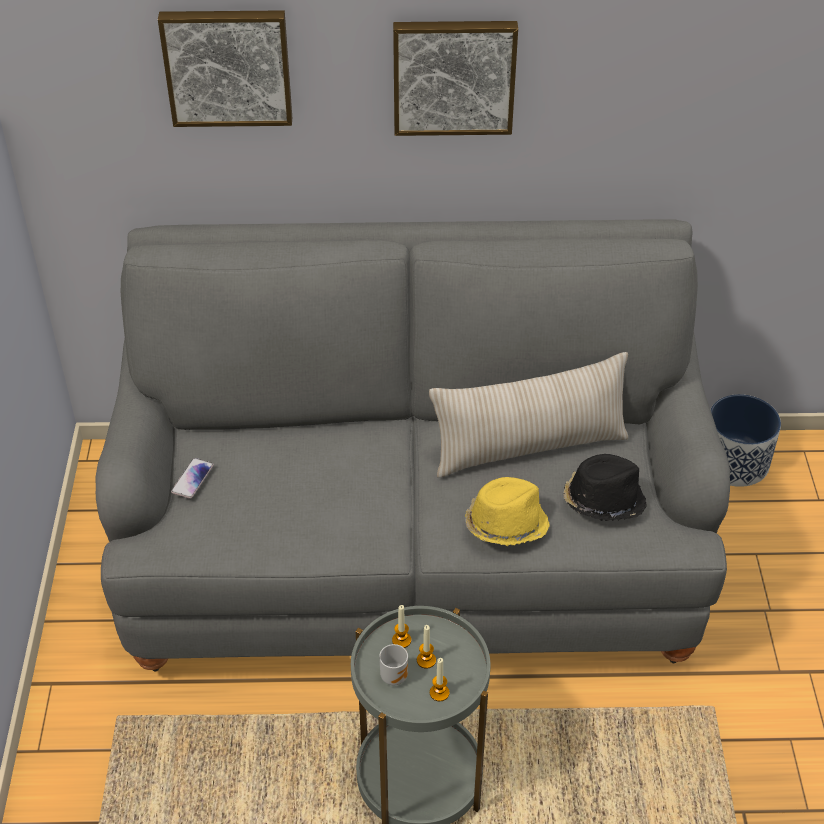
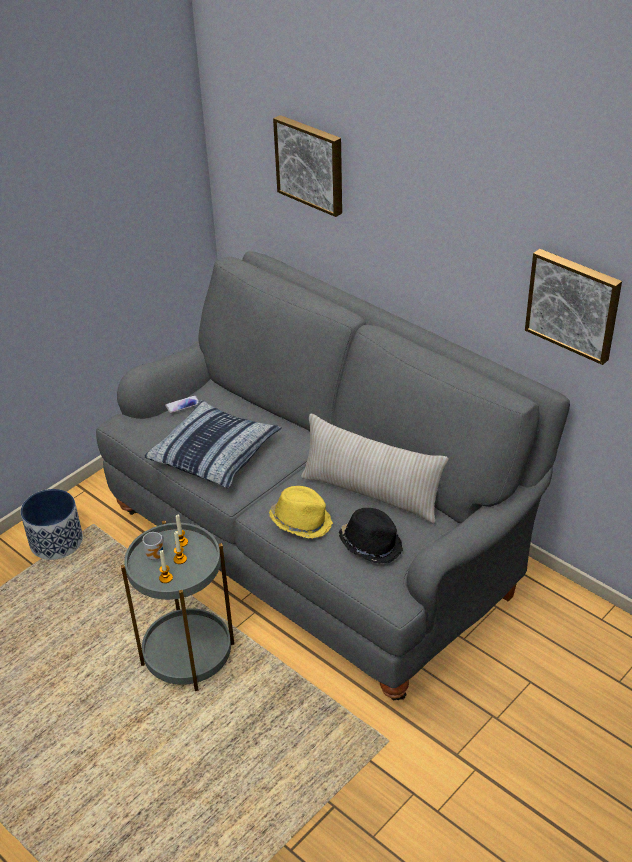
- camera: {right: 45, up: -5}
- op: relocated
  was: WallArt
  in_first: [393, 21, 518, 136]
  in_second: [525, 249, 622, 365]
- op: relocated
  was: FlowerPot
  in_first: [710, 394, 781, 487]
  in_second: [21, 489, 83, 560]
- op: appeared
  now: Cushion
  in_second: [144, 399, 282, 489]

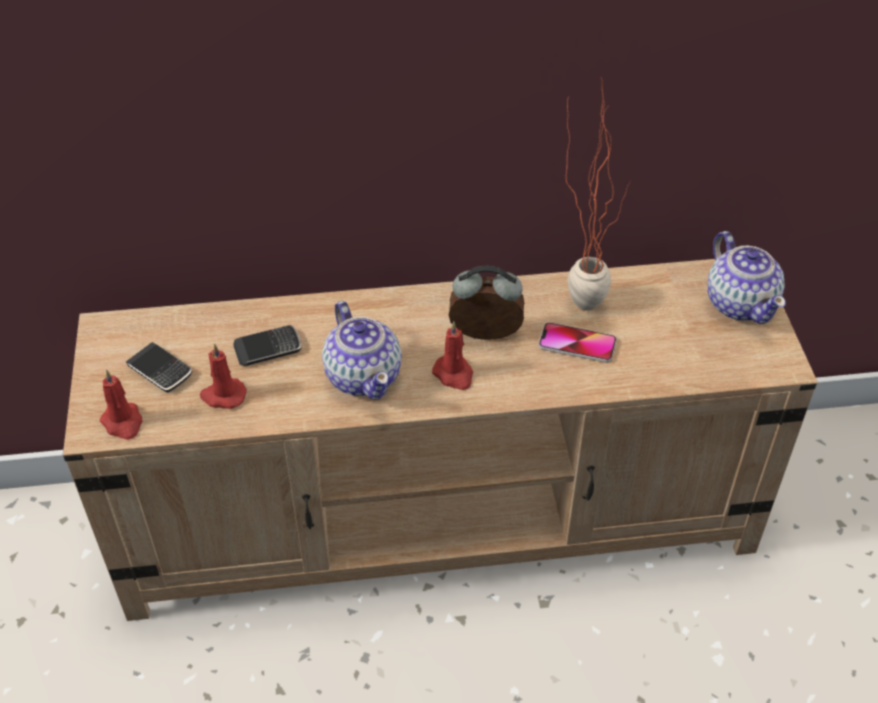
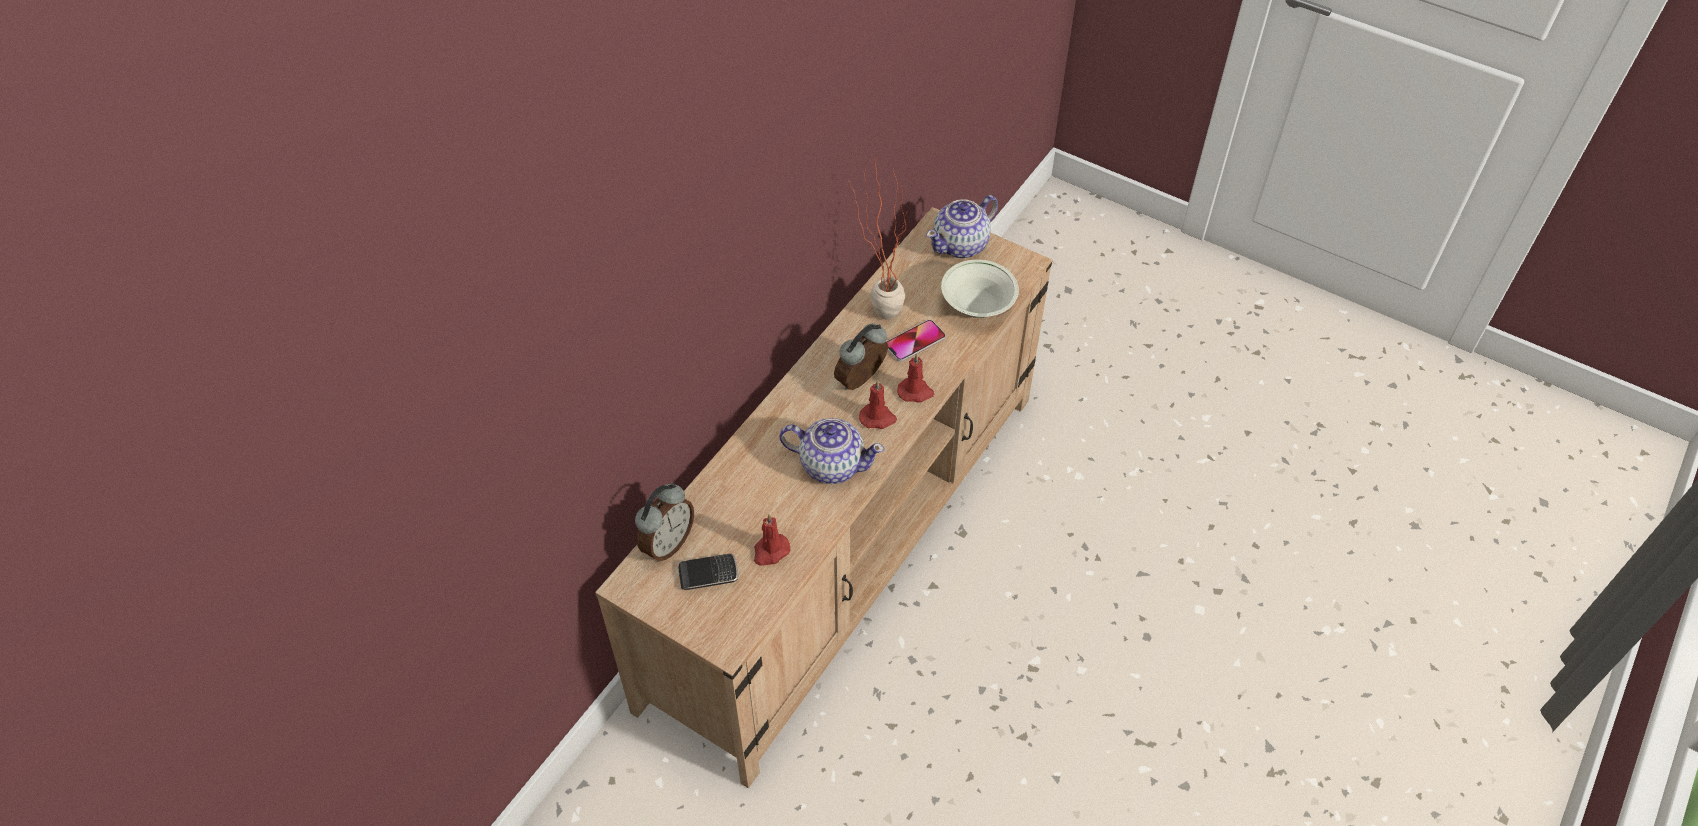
- camera: {right: -50, up: 5}
- op: relocated
  was: ReddishCandle
  in_first: [100, 369, 143, 440]
  in_second: [897, 353, 934, 403]
- op: missing
  was: Handset
  in_first: [234, 325, 301, 366]
- op: spun
  was: TeaPot
  in_first: [707, 231, 786, 324]
  in_second: [926, 195, 998, 258]
  clockwise: 120
- op: appeared
  now: BedsideClock
  in_second: [635, 483, 694, 562]
- op: appeared
  now: WhiteBowl
  in_second: [941, 259, 1019, 318]

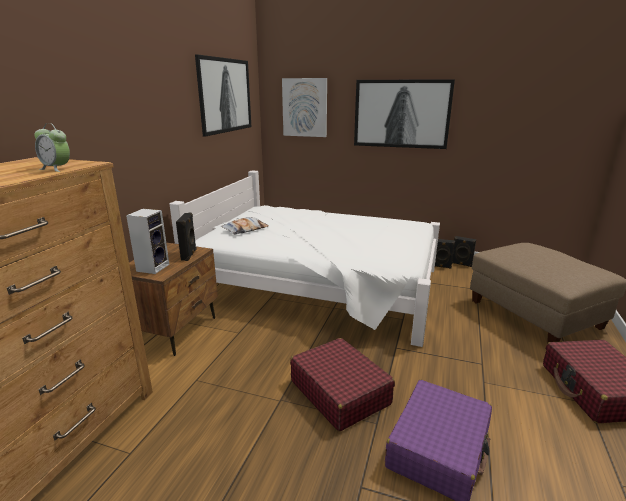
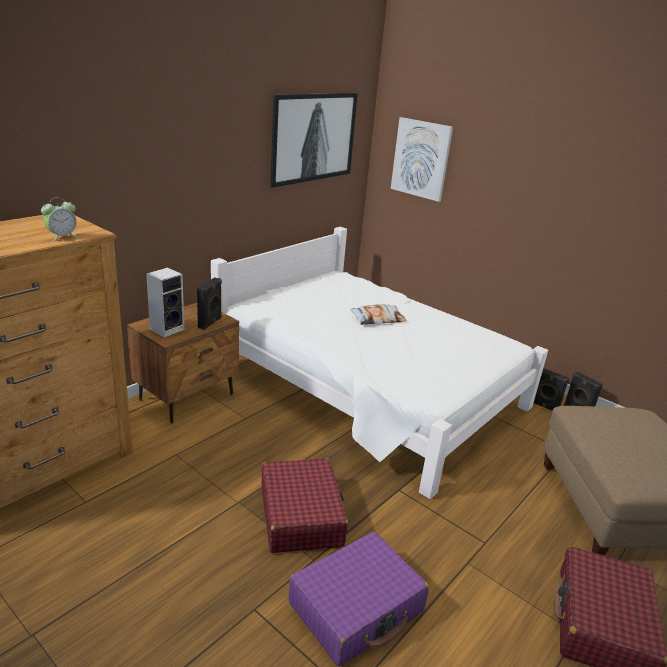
- camera: {right: 20, up: 5}
- op: spun
  was: BedsideClock
  in_first: [34, 123, 70, 172]
  in_second: [41, 197, 79, 242]
  clockwise: -90
- op: relocated
  was: Cushion
  in_first: [221, 217, 269, 235]
  in_second: [350, 304, 407, 325]
- op: missing
  was: WallArt
  in_first: [354, 79, 455, 149]

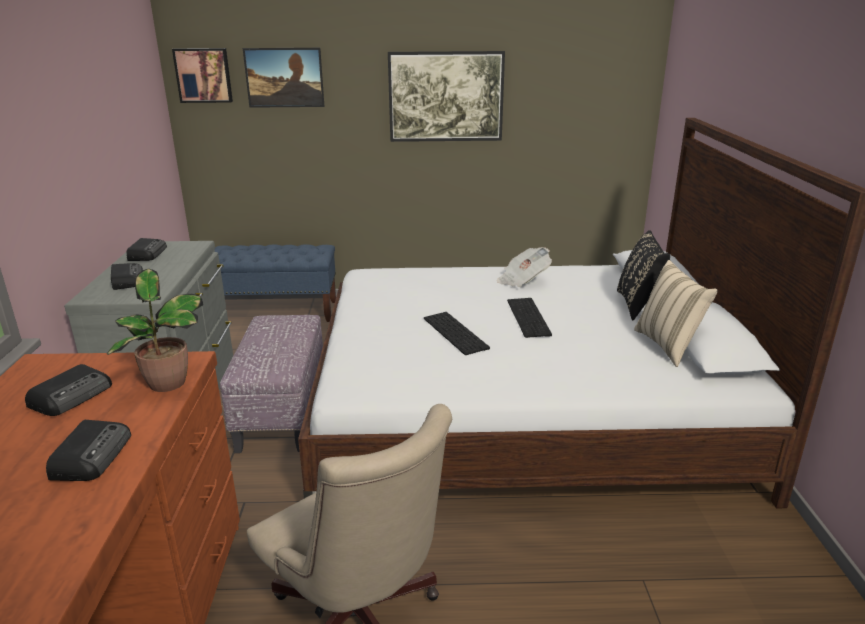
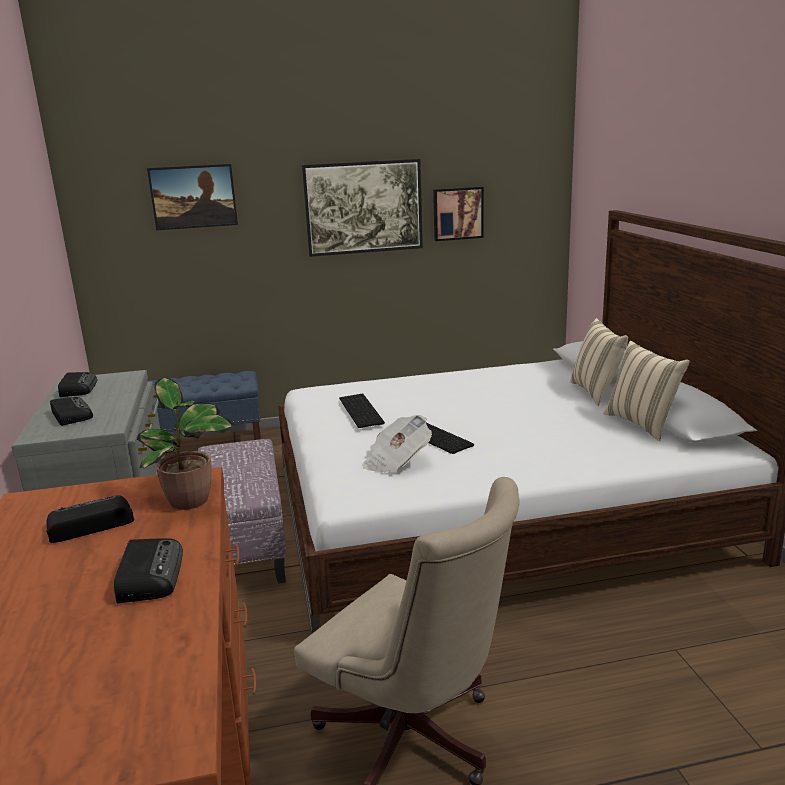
- camera: {right: -10, up: -5}
- op: spun
  was: RadioReceiver
  in_first: [25, 364, 112, 416]
  in_second: [46, 495, 134, 543]
  clockwise: -135
- op: relocated
  was: WallArt
  in_first: [172, 48, 233, 103]
  in_second: [433, 187, 484, 241]
- op: relocated
  was: DailyPaper
  in_first: [497, 247, 552, 287]
  in_second: [362, 415, 432, 473]
- op: relocated
  was: ComputerKeyboard
  in_first: [507, 298, 552, 338]
  in_second: [339, 394, 385, 428]
- op: colour
  was: BlackColouredCushion
  now: BeigeColouredCushion
  in_first: [617, 230, 670, 320]
  in_second: [570, 318, 628, 406]

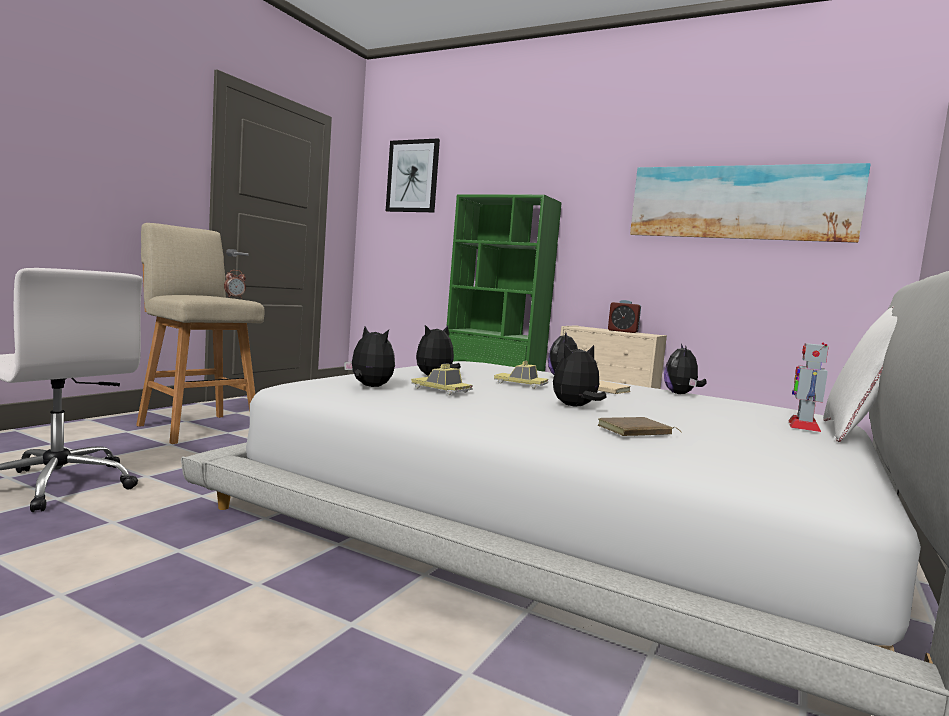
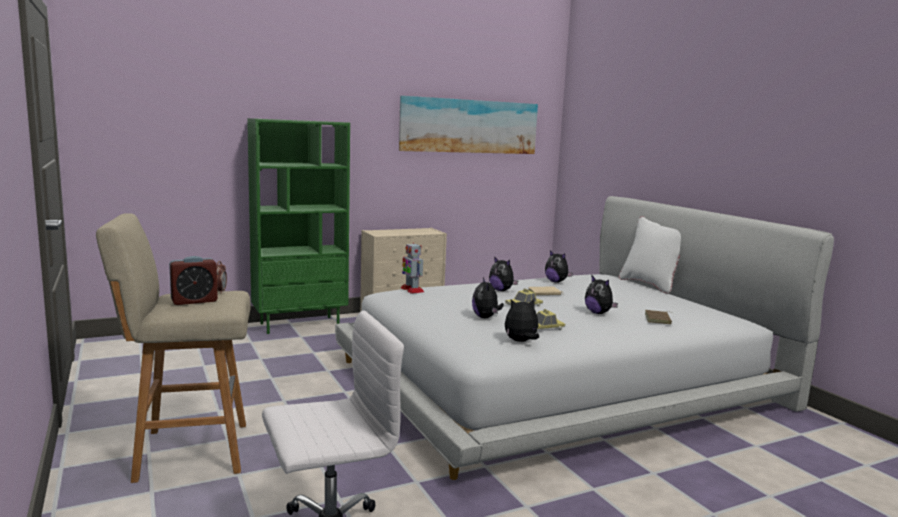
- camera: {right: -55, up: 5}
- op: missing
  was: WallArt
  in_first: [386, 138, 440, 212]
- op: spun
  was: SoftToy
  in_first: [553, 344, 606, 406]
  in_second: [585, 276, 618, 314]
  clockwise: -45
- op: relocated
  was: BedsideClock
  in_first: [608, 300, 641, 333]
  in_second: [169, 256, 218, 305]
- op: relocated
  was: ModelRobot
  in_first: [788, 343, 829, 432]
  in_second: [401, 243, 424, 294]

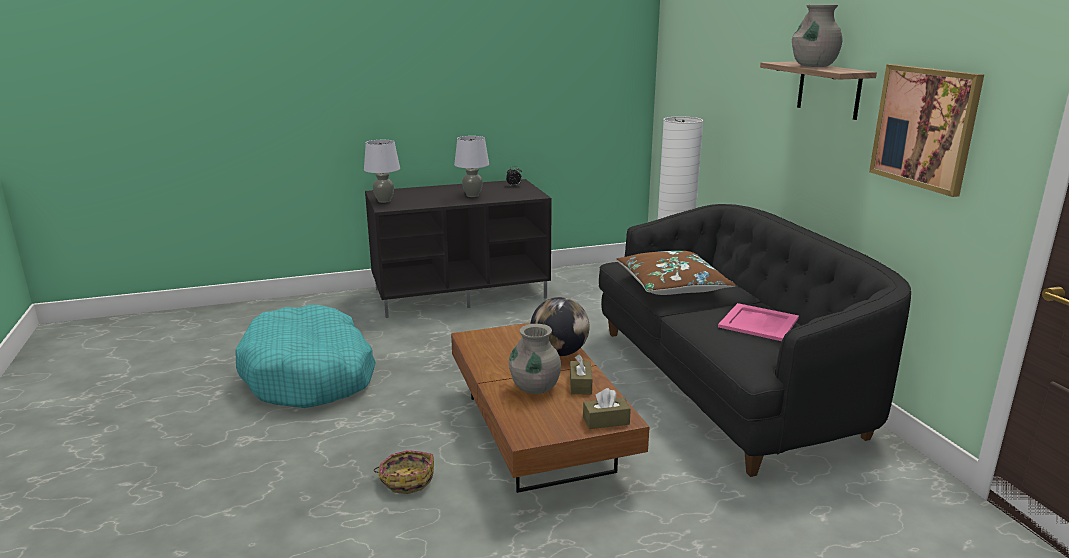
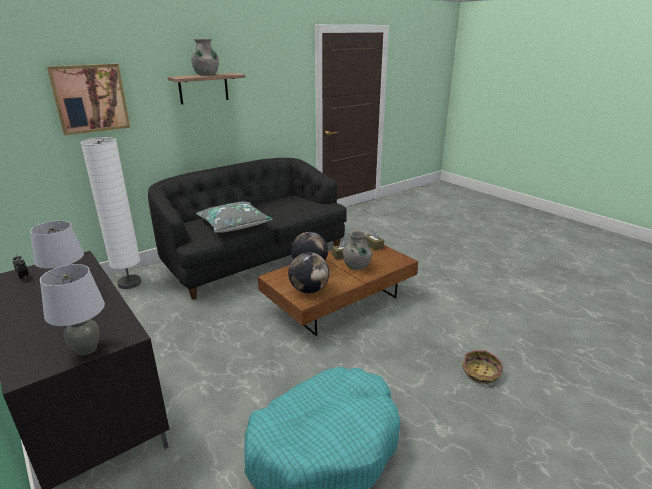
- camera: {right: -110, up: 5}
- op: relocated
  was: Basket
  in_first: [373, 450, 434, 494]
  in_second: [462, 350, 503, 387]
- op: colour
  was: BrownishCushion
  now: GreyCushion
  in_first: [616, 251, 736, 295]
  in_second: [196, 201, 273, 233]
- op: missing
  was: PinkishCarryingTray
  in_first: [718, 303, 799, 341]
- op: relocated
  was: WallArt
  in_first: [869, 64, 984, 197]
  in_second: [47, 64, 130, 135]
- op: appeared
  now: Globe
  in_second: [288, 252, 329, 293]

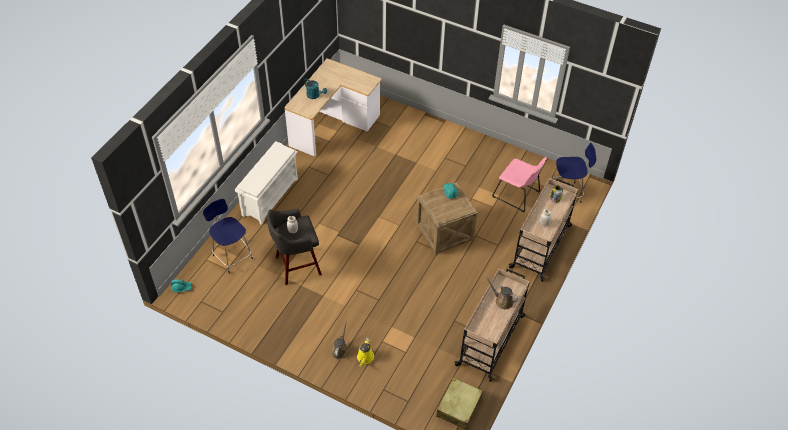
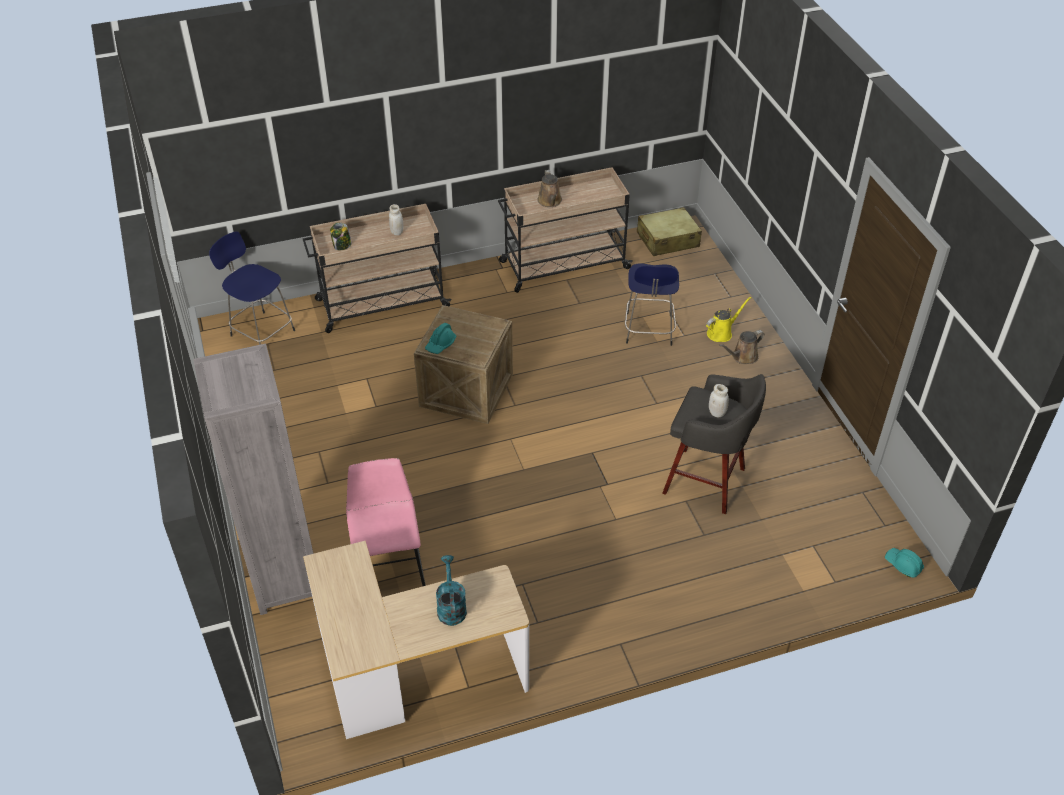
- camera: {right: -135, up: -5}
- op: relocated
  was: BluishStool
  in_first: [203, 199, 253, 274]
  in_second: [625, 263, 679, 346]
- op: missing
  was: WhiteShoeStand
  in_first: [235, 141, 298, 225]
- op: relocated
  was: PinkishChair
  in_first: [492, 157, 547, 212]
  in_second: [346, 458, 426, 586]
- op: appeared
  now: GreyBookshelf
  in_second: [193, 344, 314, 615]

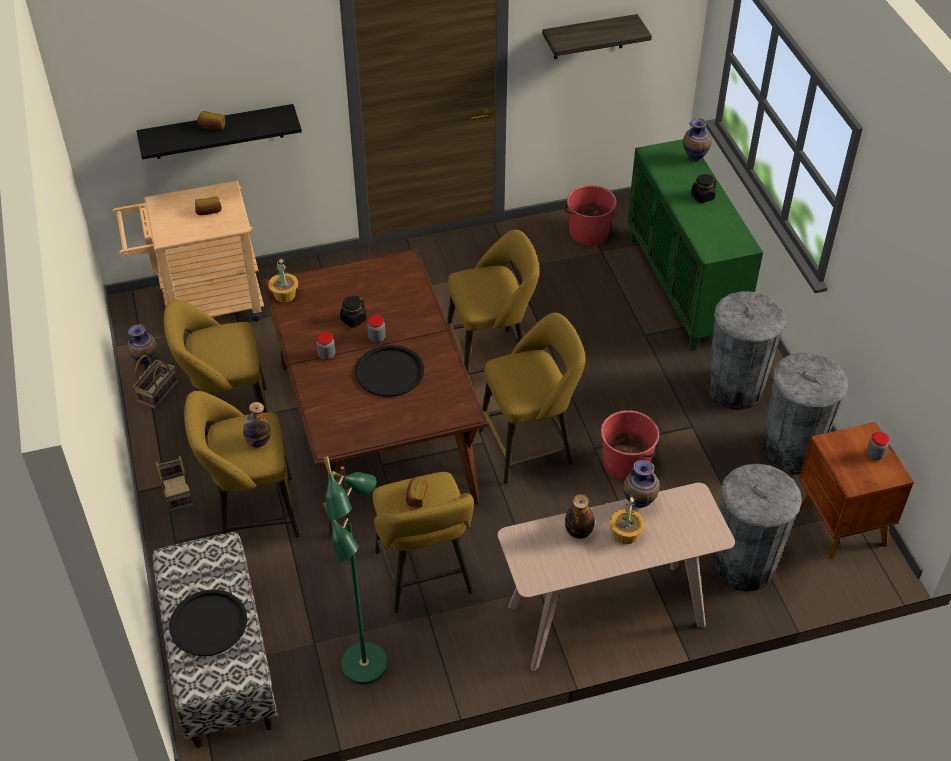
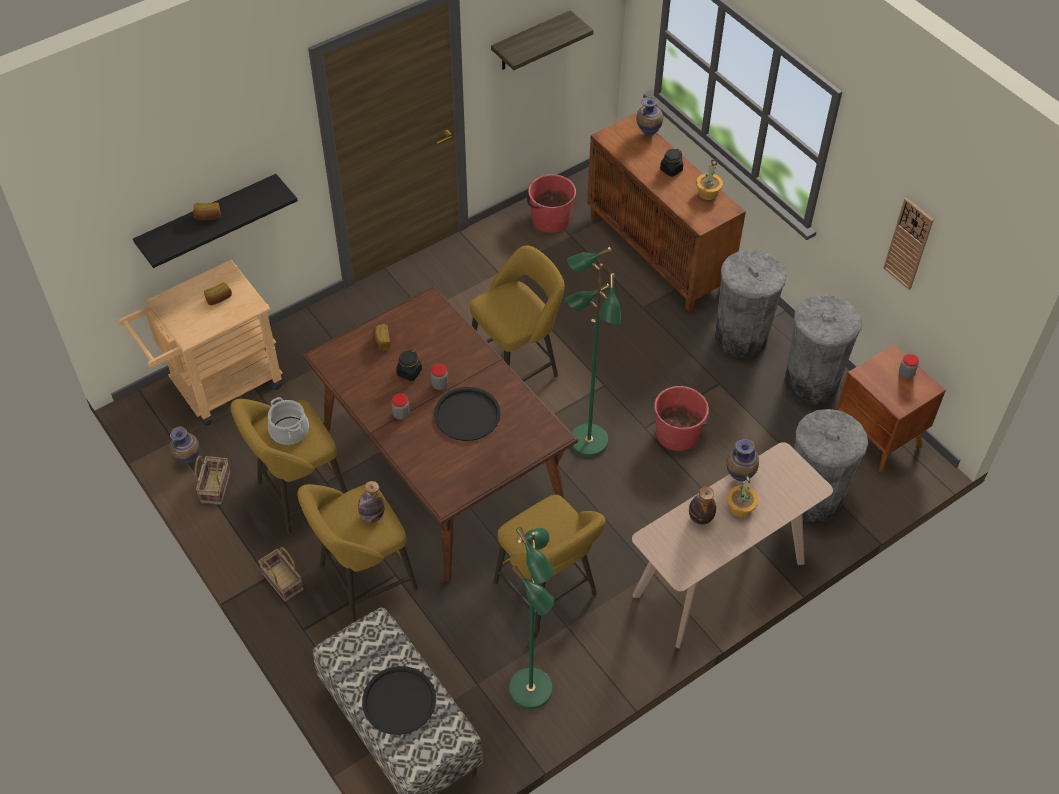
- camera: {right: -20, up: 5}
- op: relocated
  was: PottedPlant
  in_first: [268, 258, 298, 302]
  in_second: [696, 159, 723, 200]
- op: relocated
  was: BakeryBread
  in_first: [406, 477, 428, 508]
  in_second: [373, 324, 390, 351]
- op: exchanged
  was: YellowColouredStool
  now: GreenColouredFloorLamp
  in_first: [479, 313, 585, 484]
  in_second: [565, 247, 621, 457]
- op: colour
  was: GreenColouredCabinet
  now: BrownishCabinet
  in_first: [627, 139, 763, 351]
  in_second: [587, 114, 746, 312]
- op: appeared
  now: CookingPot
  in_second: [268, 397, 309, 445]
- op: appeared
  now: HangingClock
  in_second: [884, 198, 934, 290]

